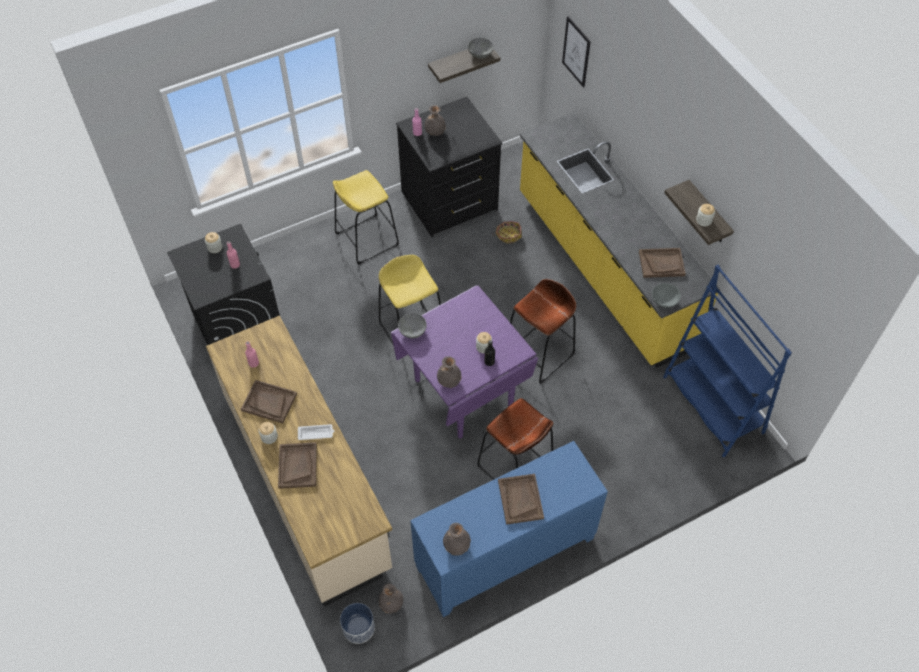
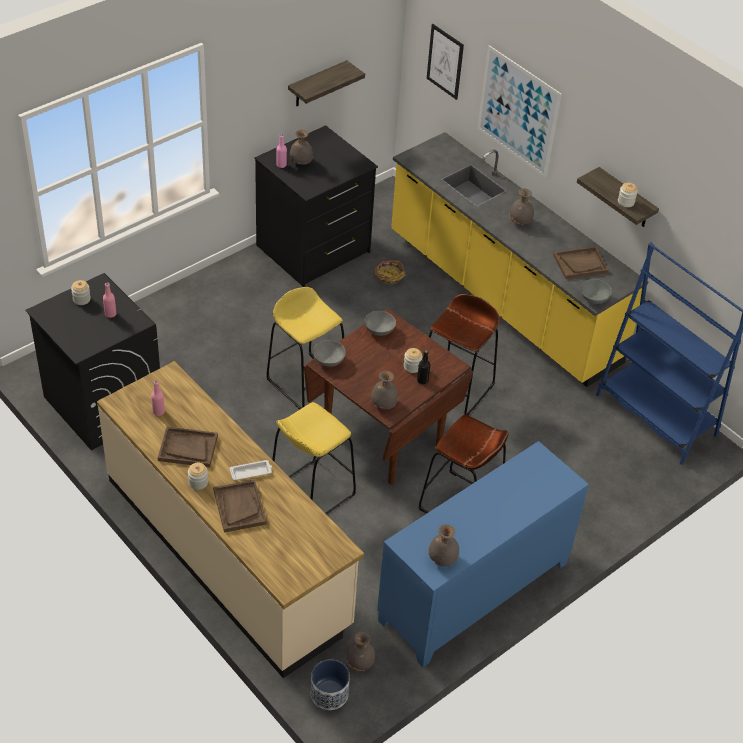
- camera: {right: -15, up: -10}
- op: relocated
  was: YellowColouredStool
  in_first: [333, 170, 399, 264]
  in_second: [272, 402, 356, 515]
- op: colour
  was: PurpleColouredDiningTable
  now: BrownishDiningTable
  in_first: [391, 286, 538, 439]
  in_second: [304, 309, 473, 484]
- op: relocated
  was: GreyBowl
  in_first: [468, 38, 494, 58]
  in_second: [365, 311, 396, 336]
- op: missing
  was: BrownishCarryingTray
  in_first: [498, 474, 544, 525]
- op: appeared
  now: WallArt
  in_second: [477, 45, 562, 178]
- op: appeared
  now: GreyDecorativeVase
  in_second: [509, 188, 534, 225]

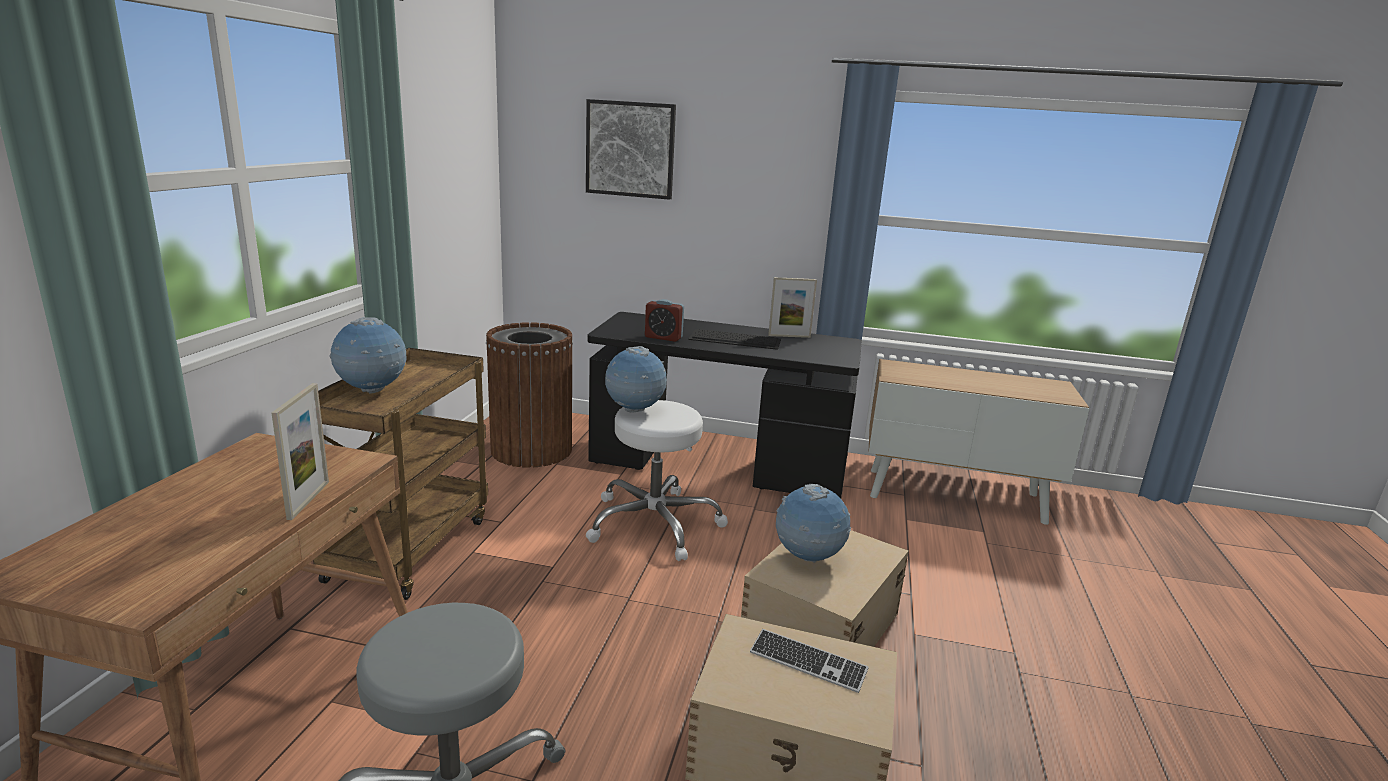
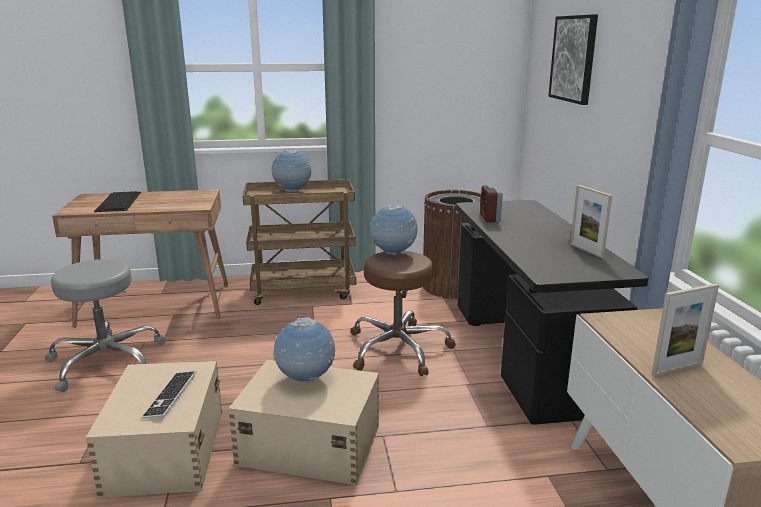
- camera: {right: 70, up: 0}
- op: relocated
  was: PhotoFrame
  in_first: [271, 383, 329, 520]
  in_second: [651, 283, 719, 377]
- op: colour
  was: WhiteStool
  now: BrownishStool
  in_first: [586, 400, 728, 561]
  in_second: [350, 251, 456, 376]
- op: relocated
  was: ComputerKeyboard
  in_first: [688, 329, 781, 350]
  in_second: [94, 191, 141, 212]

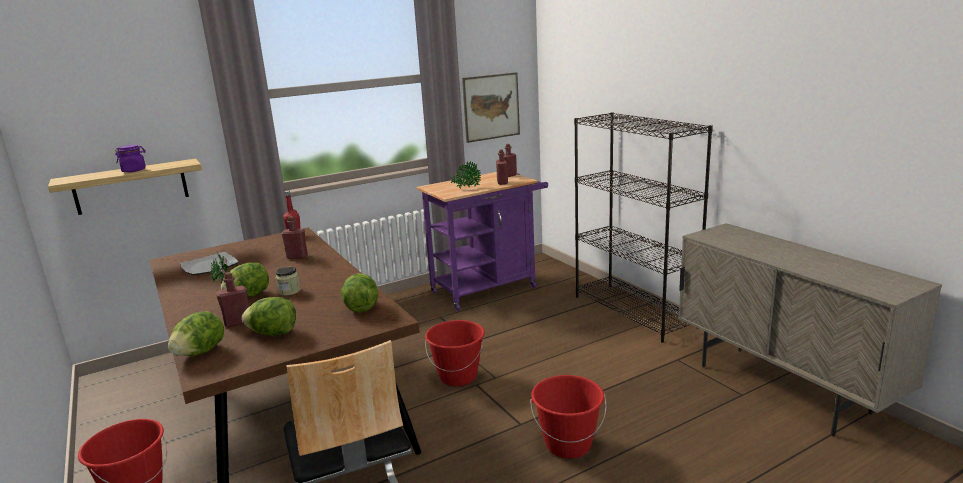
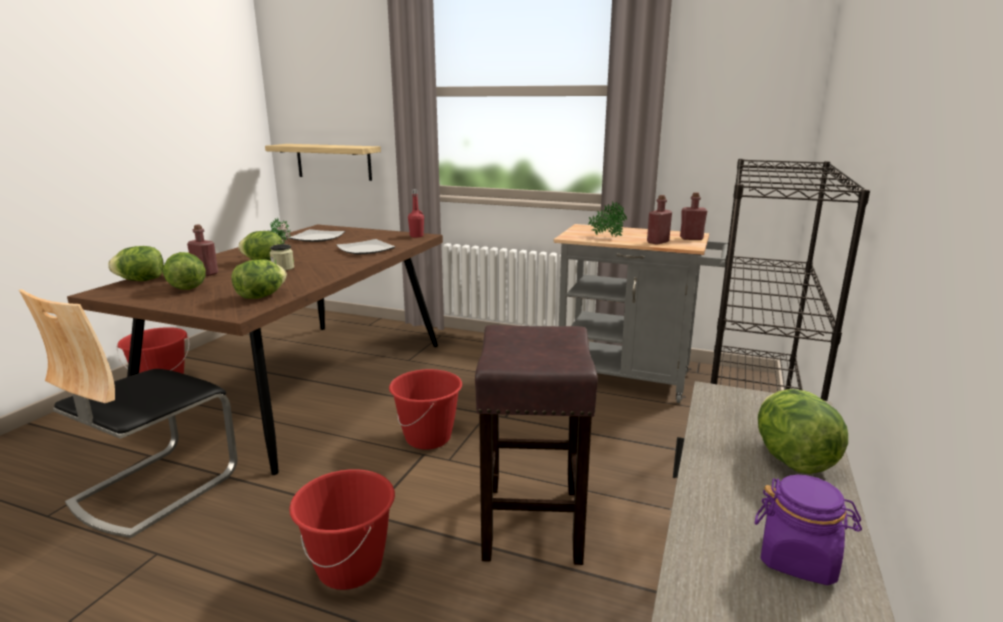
- camera: {right: 50, up: 0}
- op: relocated
  was: PurpleColouredJar
  in_first: [115, 145, 146, 172]
  in_second: [754, 475, 862, 585]
- op: exchanged
  was: ReddishBeverageBottle
  now: Plate
  in_first: [282, 216, 308, 259]
  in_second: [336, 239, 396, 254]
- op: colour
  was: PurpleColouredTrolley
  now: GreyTrolley
  in_first: [417, 172, 548, 311]
  in_second: [553, 224, 728, 403]
- op: missing
  was: WallArt
  in_first: [462, 72, 520, 143]
- op: appeared
  now: BrownishStool
  in_second: [475, 325, 598, 565]
- op: appeared
  now: Lettuce
  in_second: [758, 389, 848, 474]

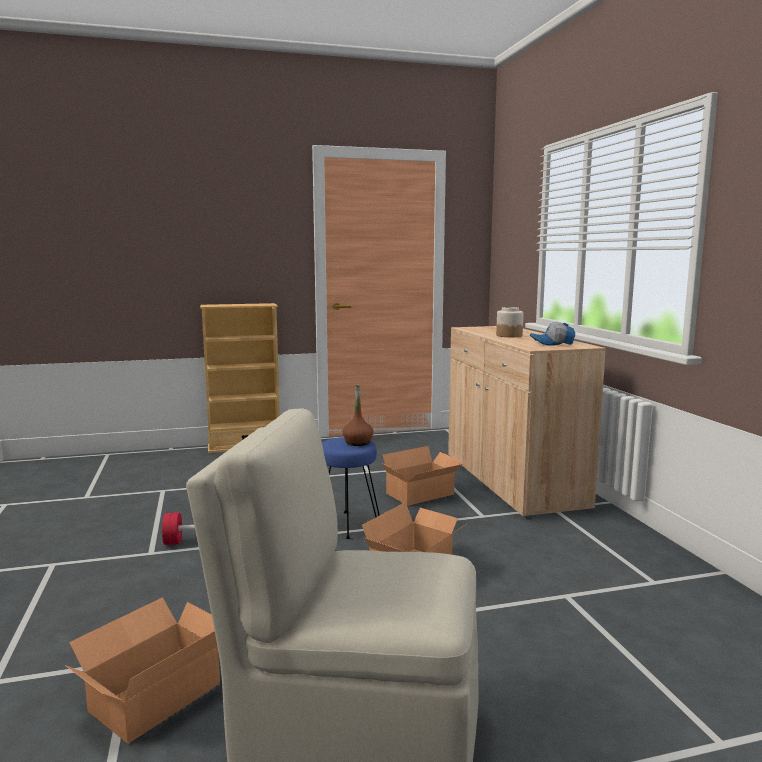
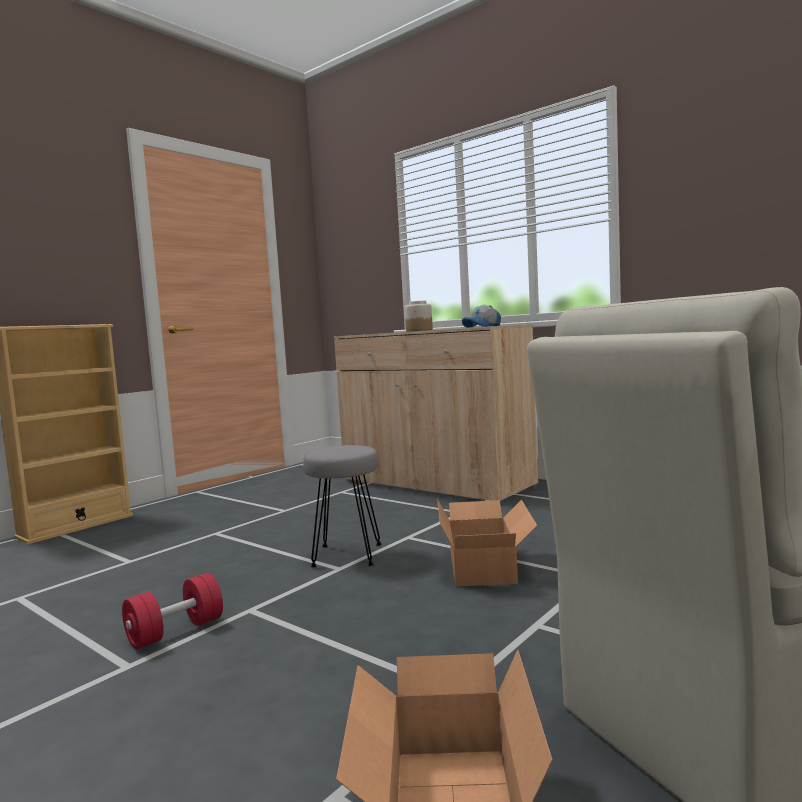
- camera: {right: -35, up: -5}
- op: colour
  was: BluishStool
  now: GreyStool
  in_first: [322, 437, 380, 539]
  in_second: [303, 445, 382, 568]
- op: missing
  was: BrownishBeverageBottle
  in_first: [342, 384, 374, 446]
- op: missing
  was: CardboardBox
  in_first: [381, 446, 463, 506]

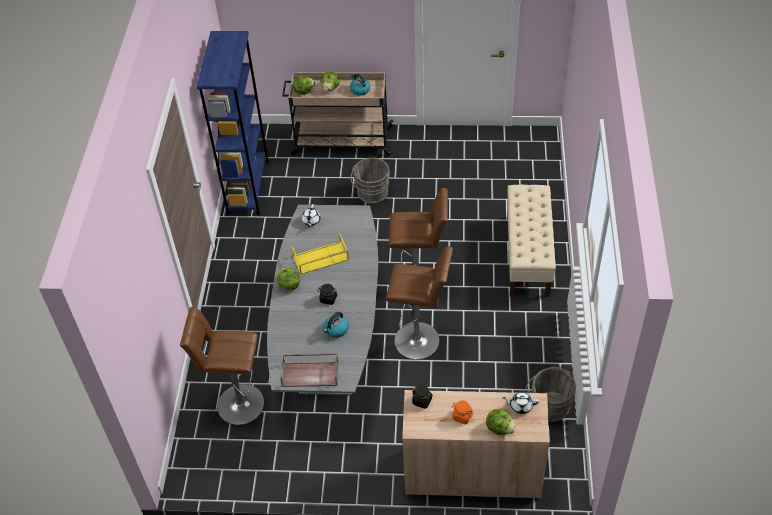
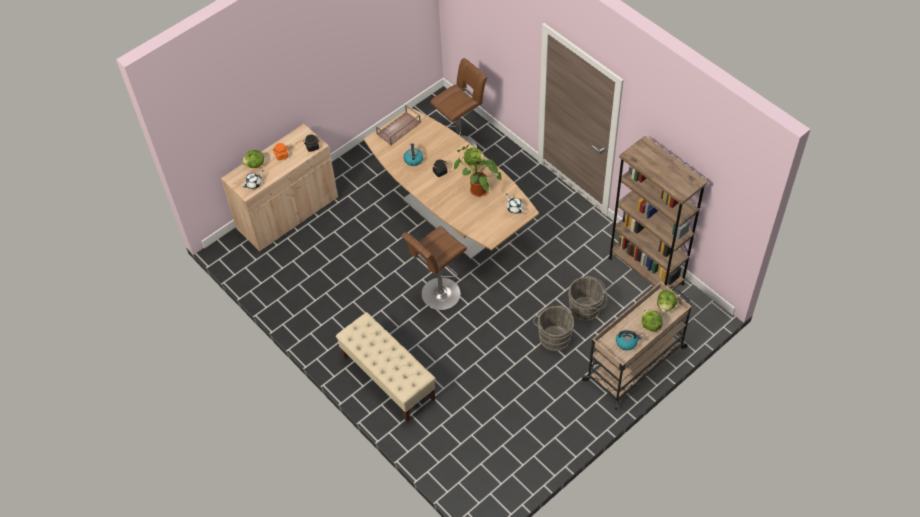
- camera: {right: 135, up: 5}
- op: colour
  was: BluishBookshelf
  now: BrownishBookshelf
  in_first: [196, 31, 270, 216]
  in_second: [608, 136, 708, 291]
- op: colour
  was: GreyDiningTable
  now: BrownishDiningTable
  in_first: [267, 205, 378, 396]
  in_second: [364, 107, 539, 259]
- op: exchanged
  was: YellowColouredCarryingTray
  now: PottedPlant
  in_first: [292, 233, 349, 275]
  in_second: [454, 145, 502, 197]
- op: missing
  was: BrownishStool
  in_first: [386, 246, 453, 359]
- op: relocated
  was: GreyBucket
  in_first: [526, 367, 576, 422]
  in_second: [568, 276, 607, 321]

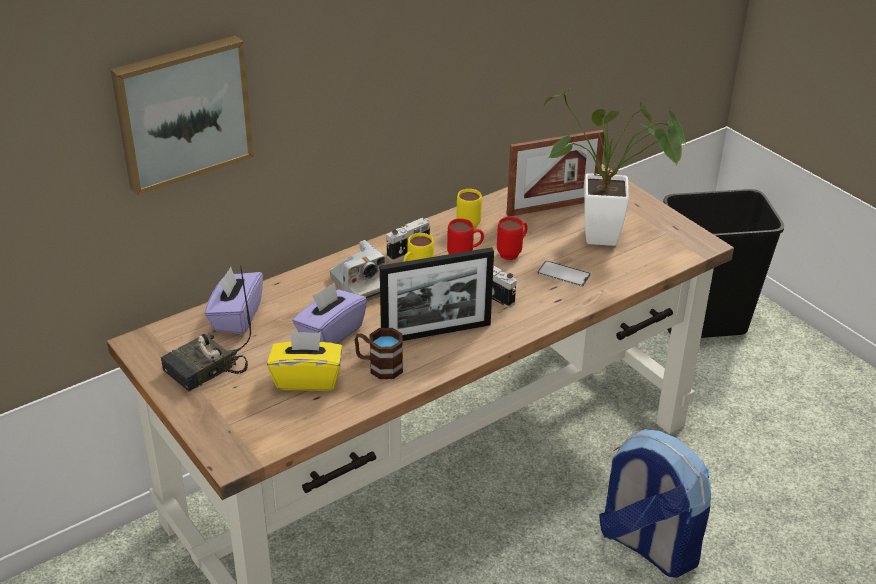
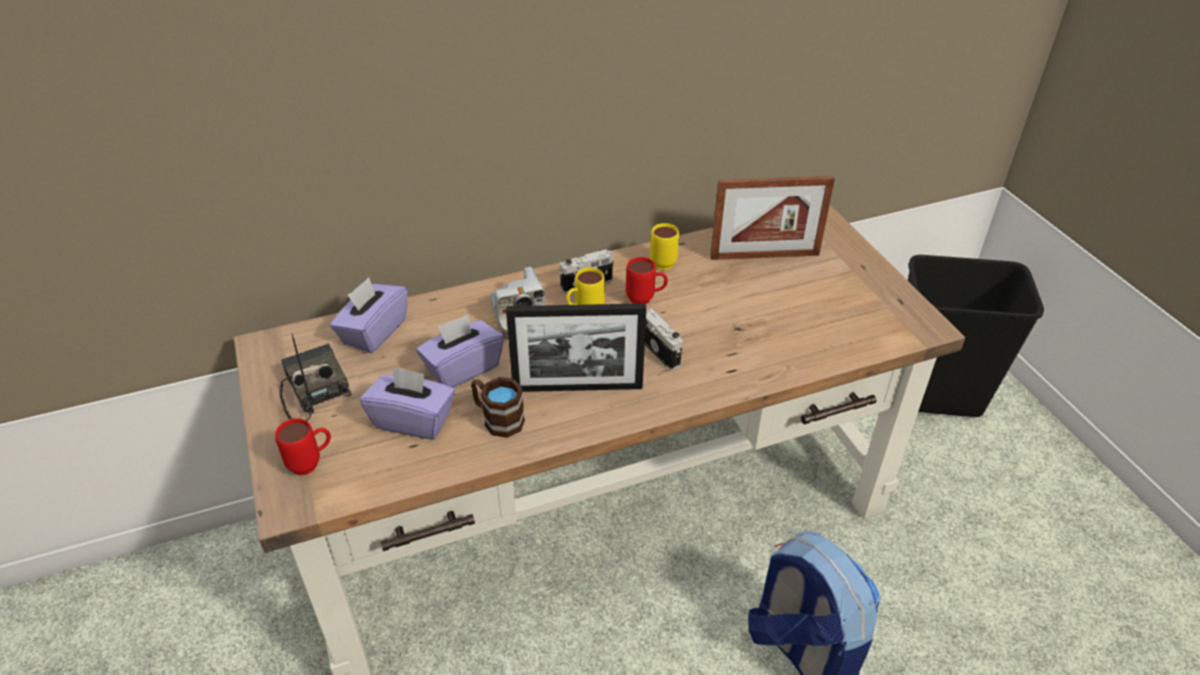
- camera: {right: 15, up: 5}
- op: missing
  was: WallArt
  in_first: [110, 36, 254, 195]
- op: spun
  was: RadioReceiver
  in_first: [161, 266, 251, 392]
  in_second: [279, 333, 351, 421]
  clockwise: 90
- op: colour
  was: YellowColouredTissueHolder
  now: PurpleColouredTissueHolder
  in_first: [267, 331, 342, 391]
  in_second: [360, 366, 455, 440]
- op: relocated
  was: ReddishMug
  in_first: [497, 217, 528, 260]
  in_second: [275, 418, 331, 475]
- op: missing
  was: Handset
  in_first: [537, 261, 591, 287]
- op: missing
  was: PottedPlant
  in_first: [544, 88, 687, 246]

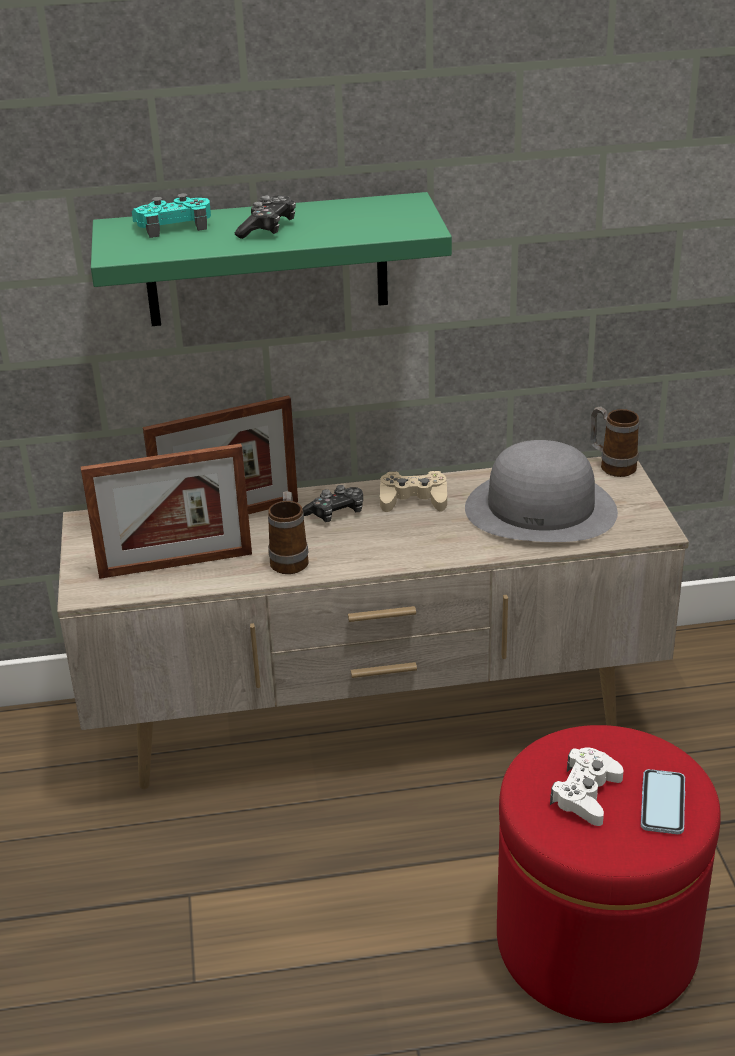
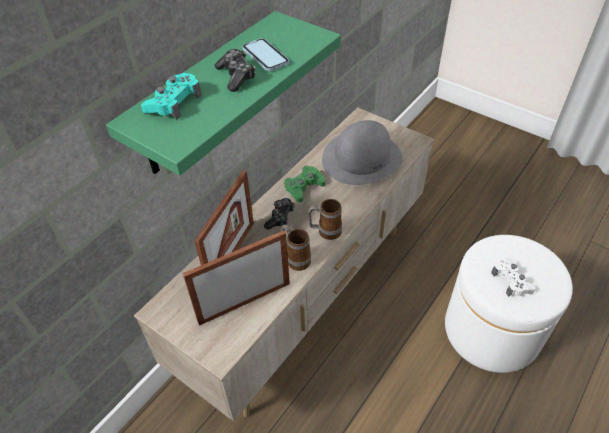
- camera: {right: -45, up: 15}
- op: spun
  was: PhotoFrame
  in_first: [81, 443, 252, 579]
  in_second: [183, 230, 290, 326]
  clockwise: -150
- op: colour
  was: BeigeColouredGameController
  now: GreenColouredGameController
  in_first: [380, 471, 447, 512]
  in_second: [285, 166, 325, 203]
- op: colour
  was: ReddishPouffe
  now: WhitePouffe
  in_first: [497, 725, 721, 1023]
  in_second: [445, 235, 573, 373]
- op: relocated
  was: Mug
  in_first: [590, 407, 639, 477]
  in_second: [308, 199, 342, 240]
- op: relocated
  was: Handset
  in_first: [641, 769, 685, 834]
  in_second: [242, 38, 289, 71]

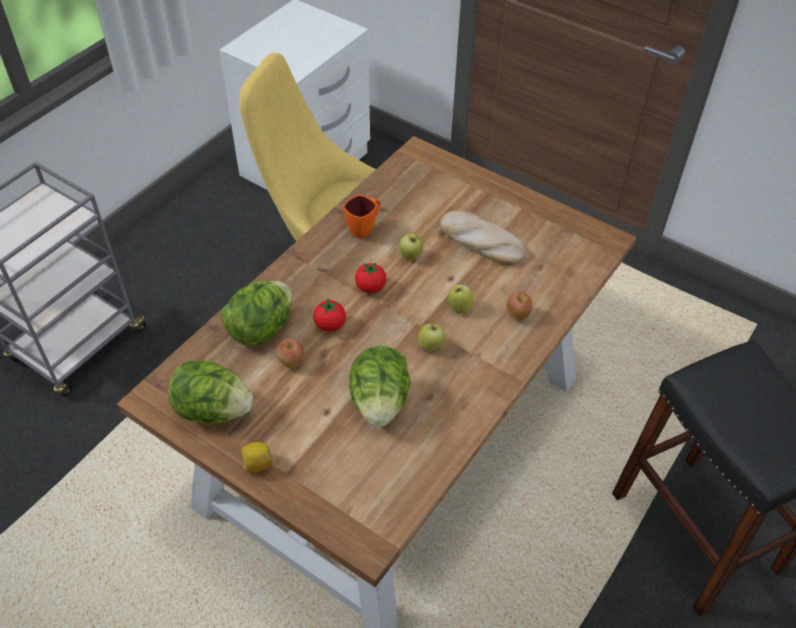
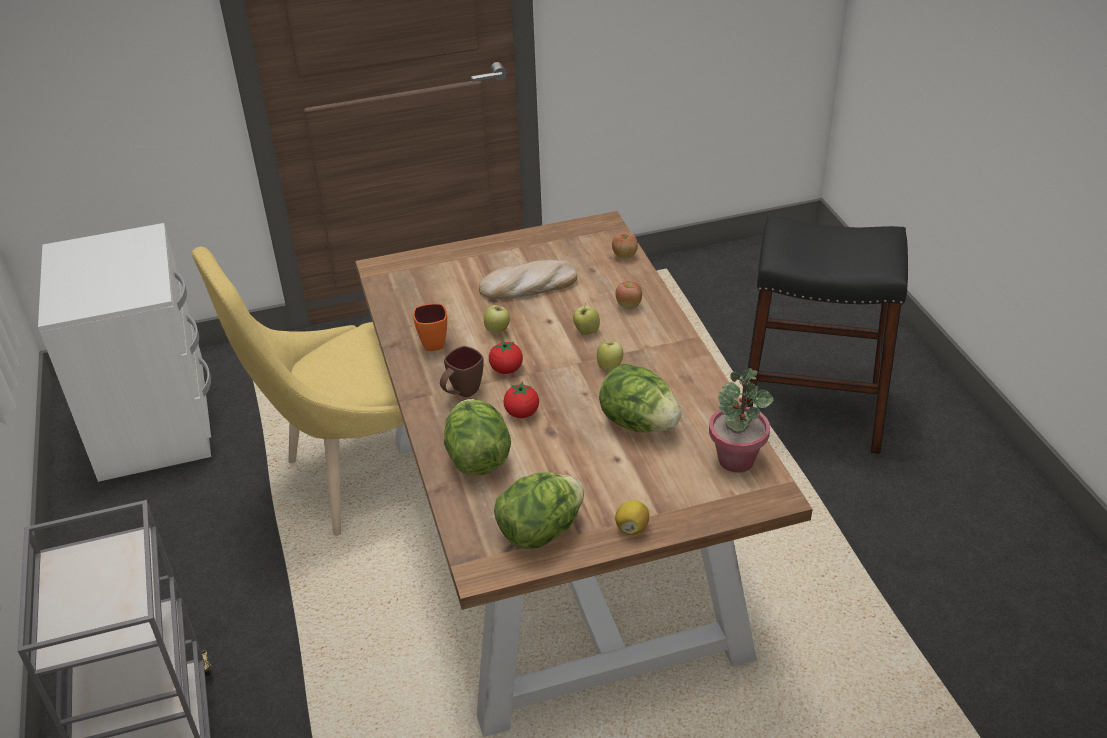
- camera: {right: -50, up: -10}
- op: relocated
  was: Apple
  in_first: [276, 338, 304, 368]
  in_second: [612, 232, 638, 259]
- op: appeared
  now: BrownishMug
  in_second: [440, 346, 484, 398]
- op: appeared
  now: PottedPlant
  in_second: [709, 368, 774, 473]

